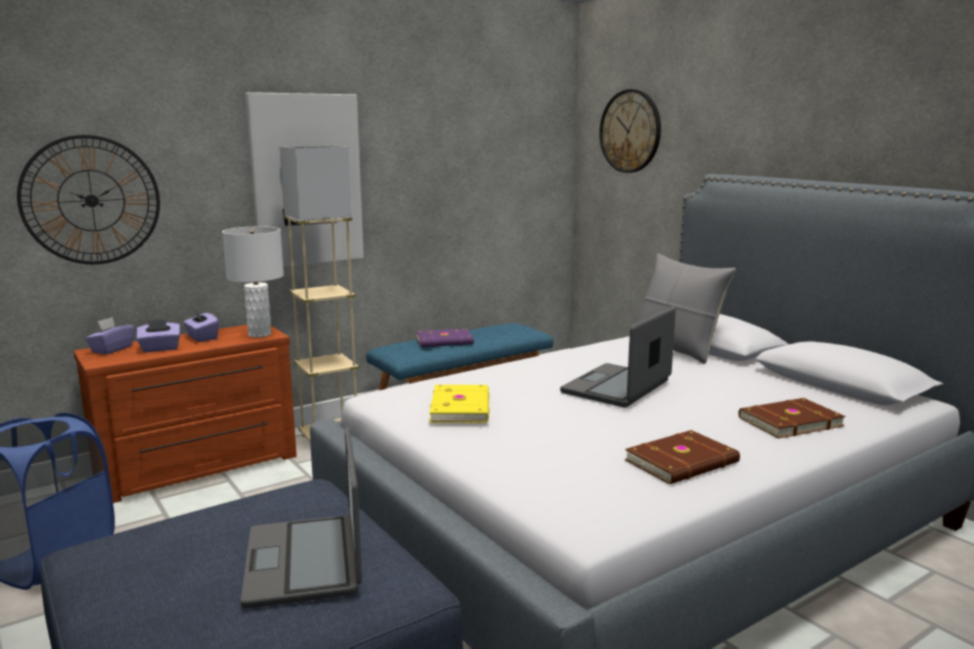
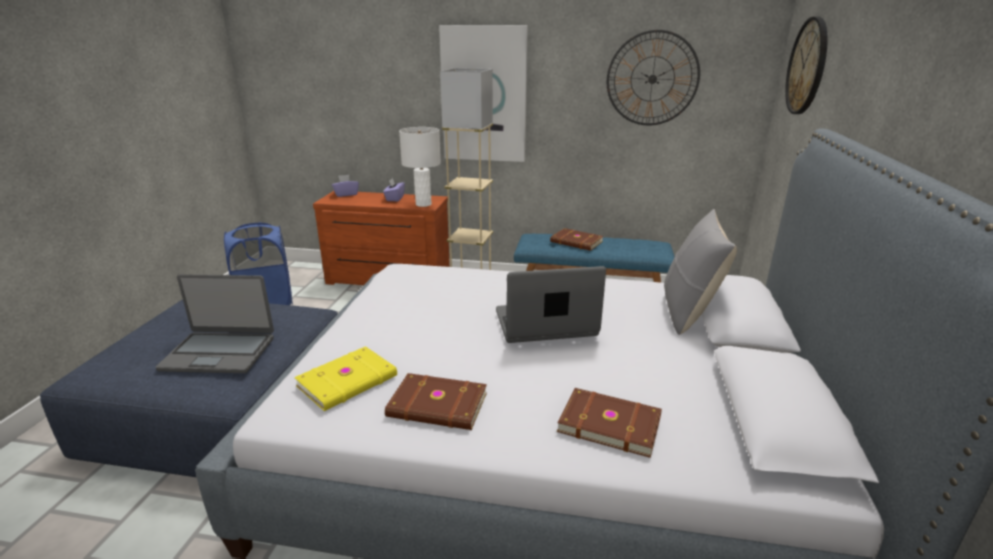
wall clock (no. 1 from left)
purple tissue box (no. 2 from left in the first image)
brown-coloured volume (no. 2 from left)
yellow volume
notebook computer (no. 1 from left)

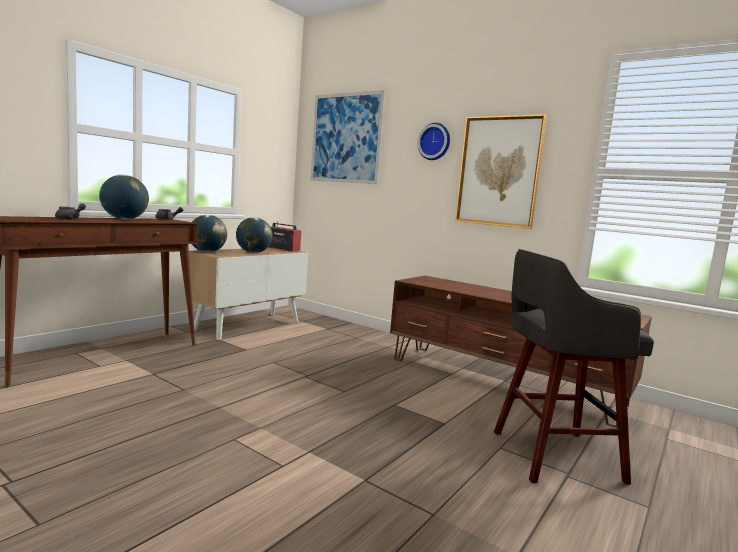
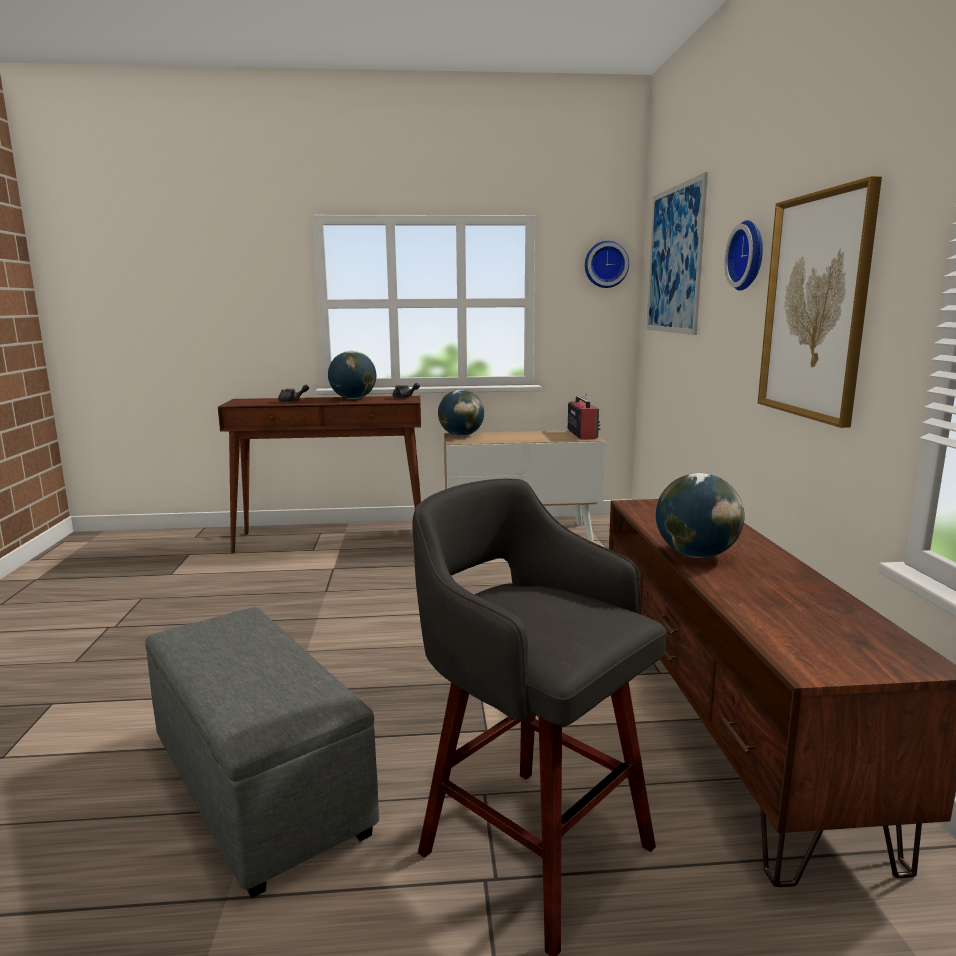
globe (no. 3 from left)
wall clock (no. 1 from left)
grey ottoman

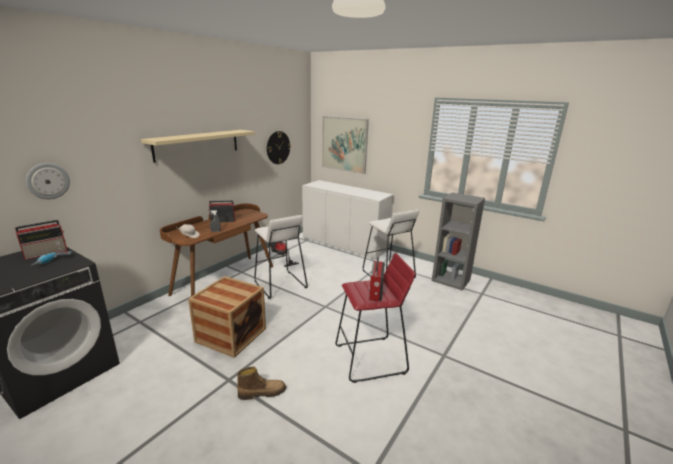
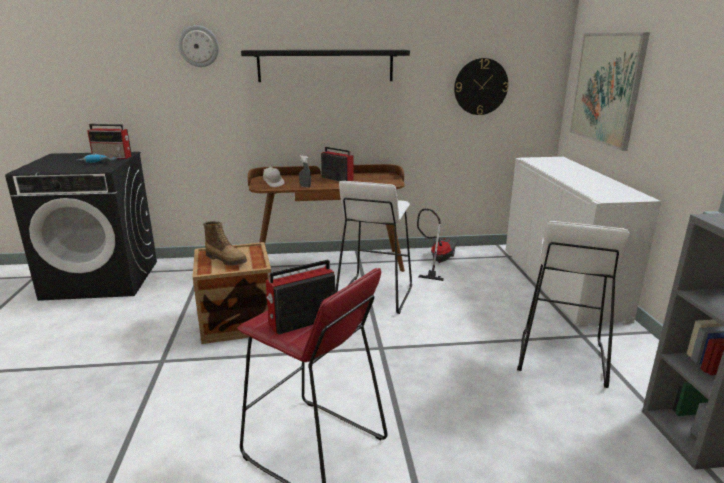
black-coloured wall shelf
wall clock (no. 1 from left)
high-top boot

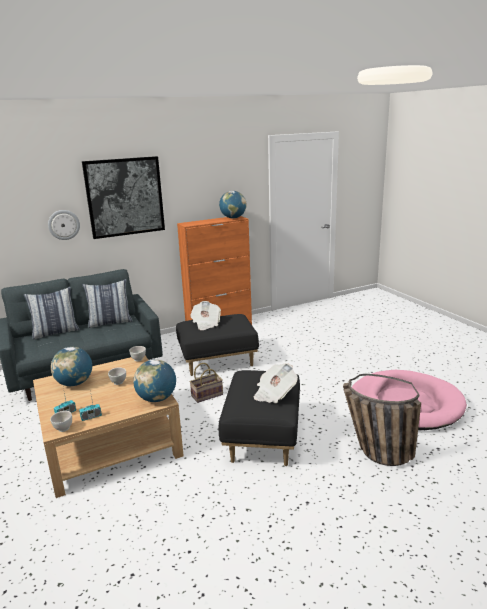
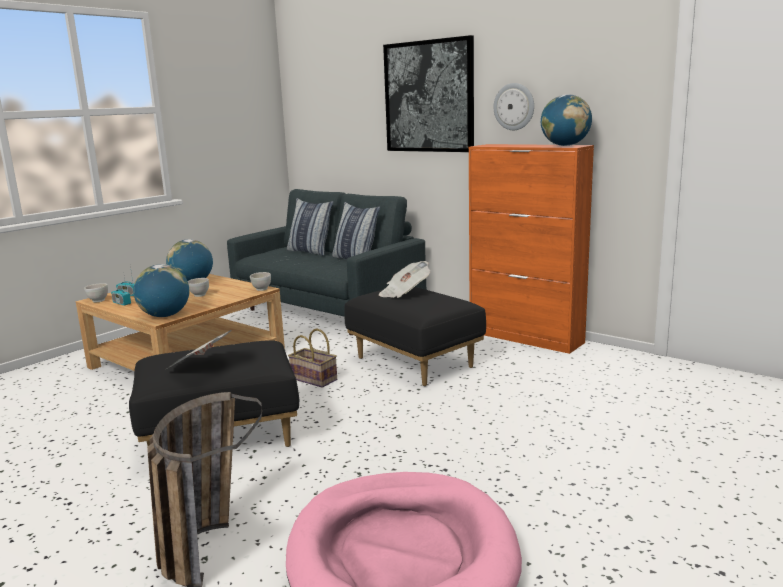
wall clock

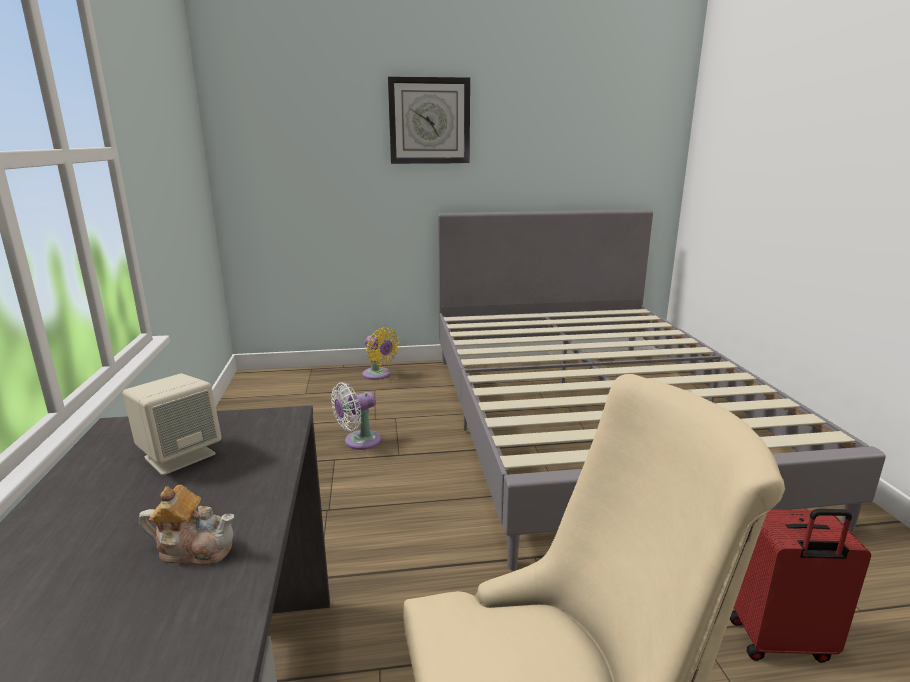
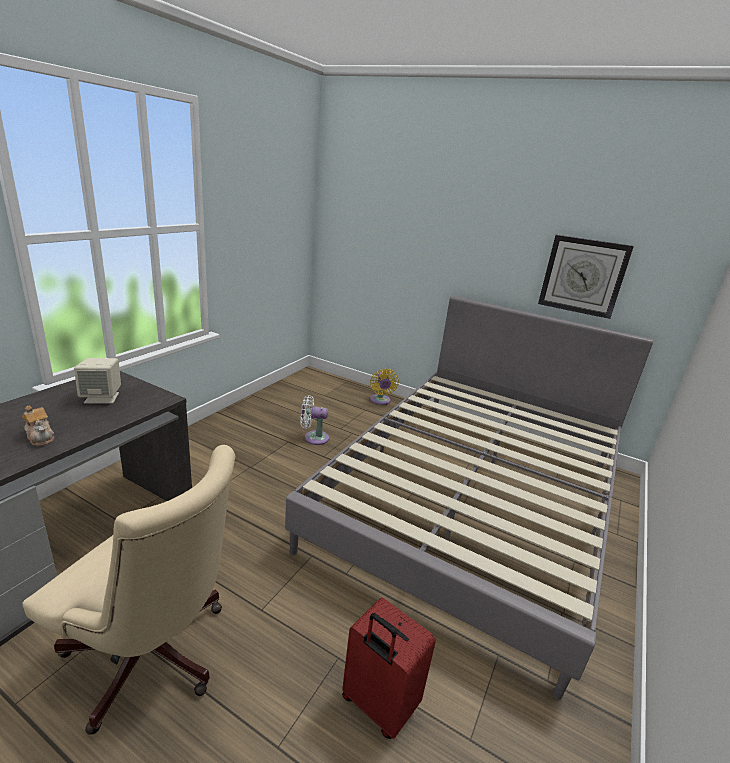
wall clock

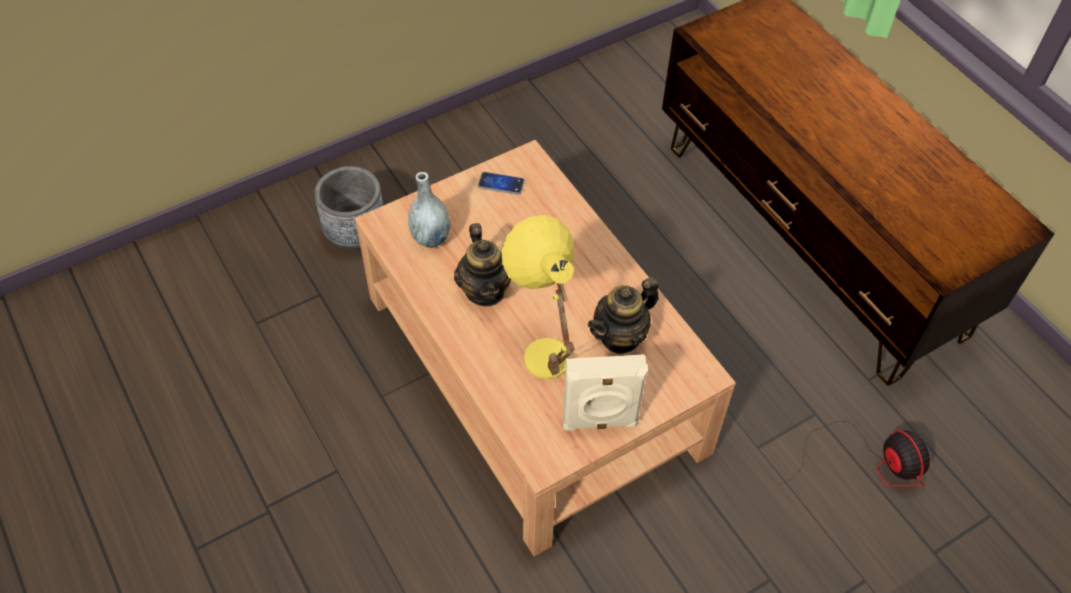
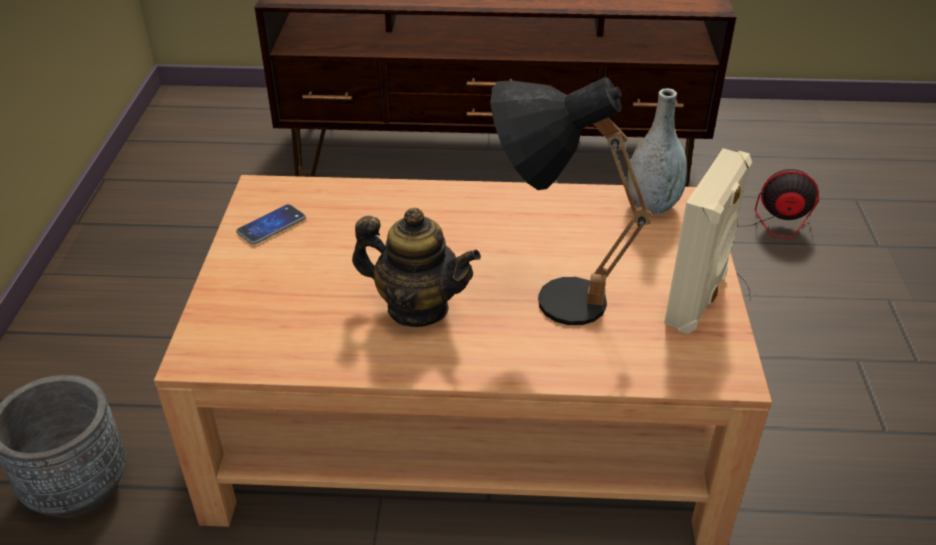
grey decorative vase
black-coloured tabletop lamp
pot for tea (no. 2 from left in the first image)

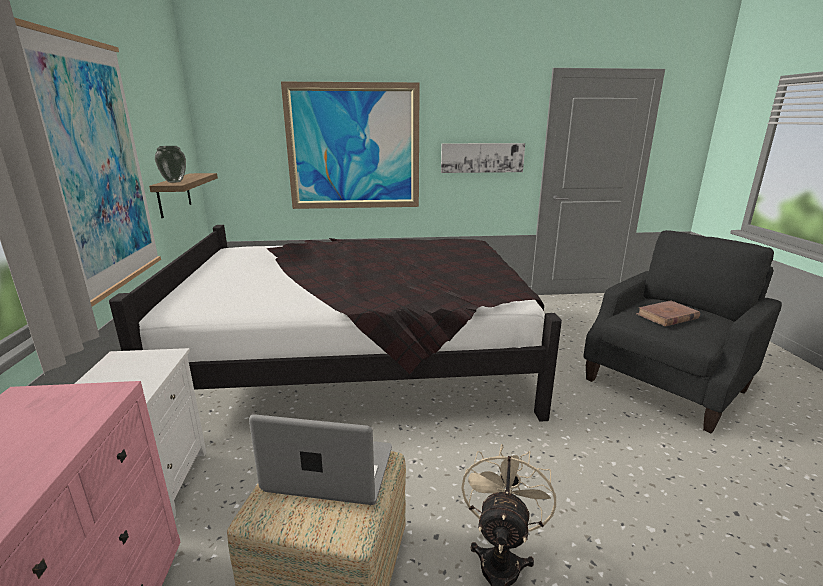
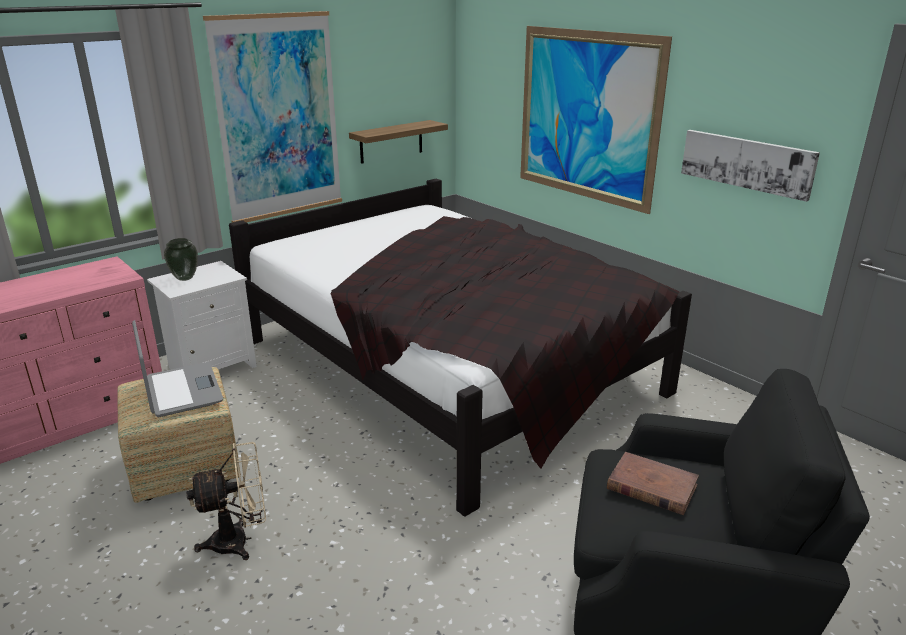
decorative vase

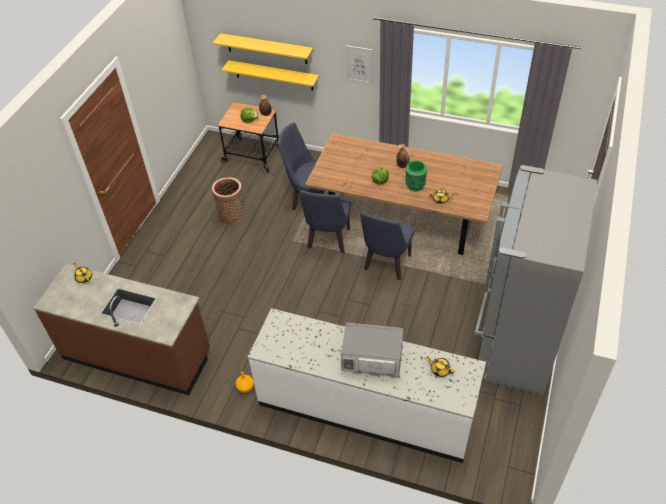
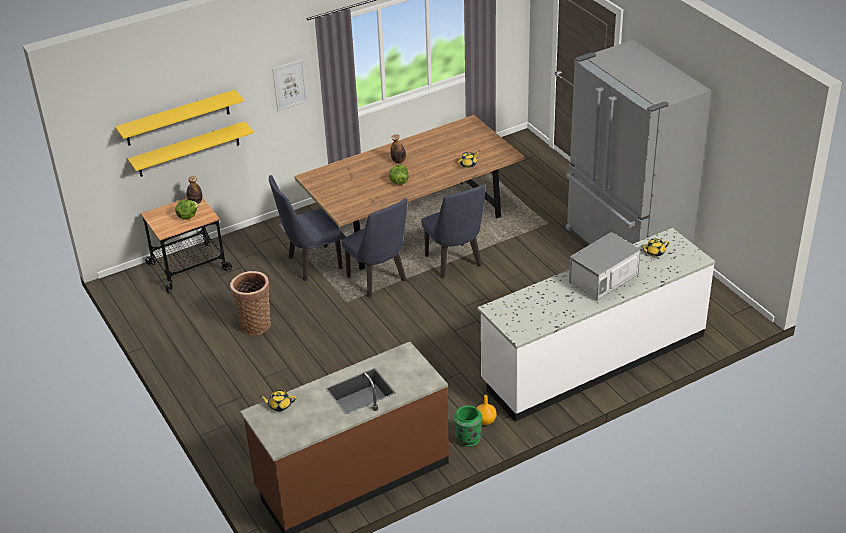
green-coloured decorative vase

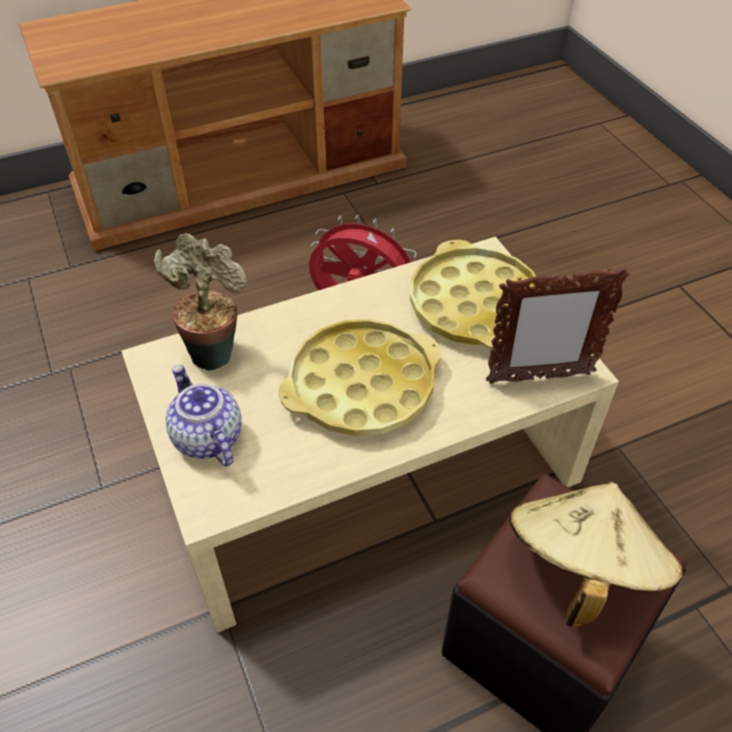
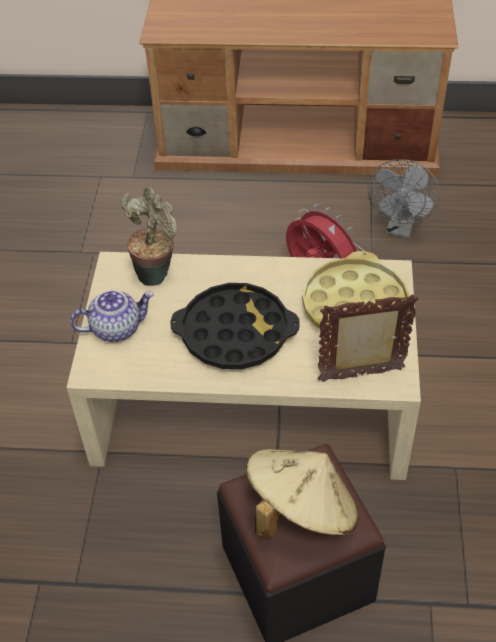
standing frame
black-coloured serving tray
pot for tea
grey cooling fan

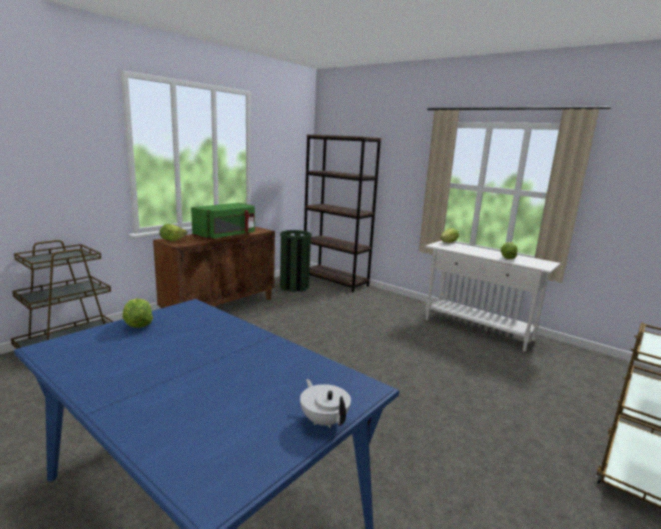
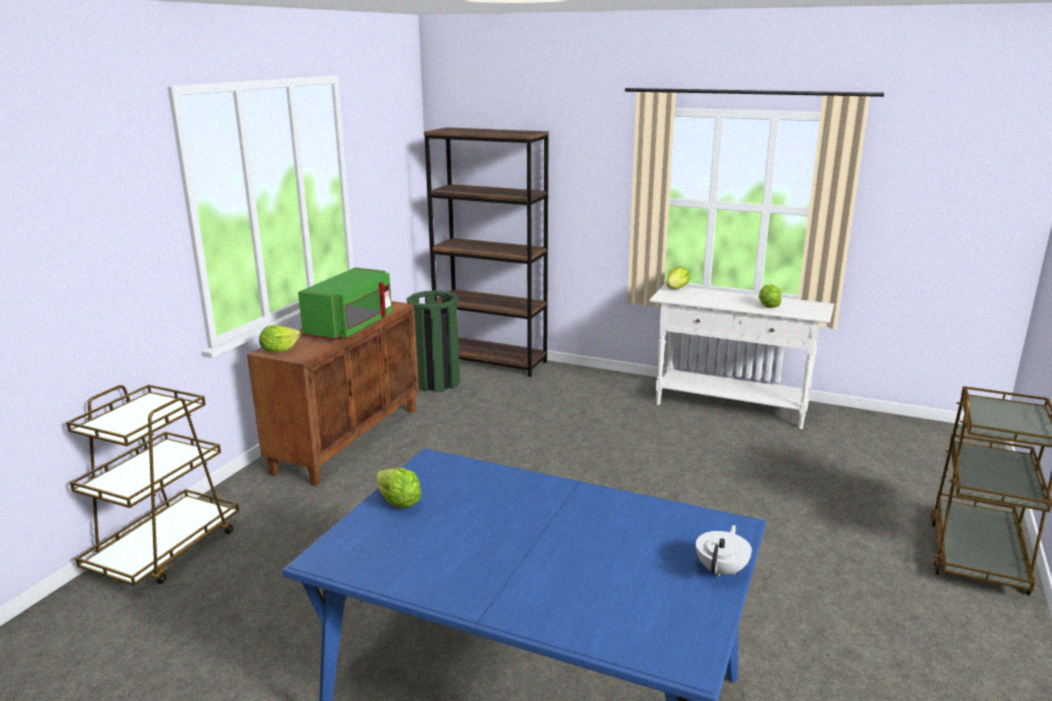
white-coloured pot for tea

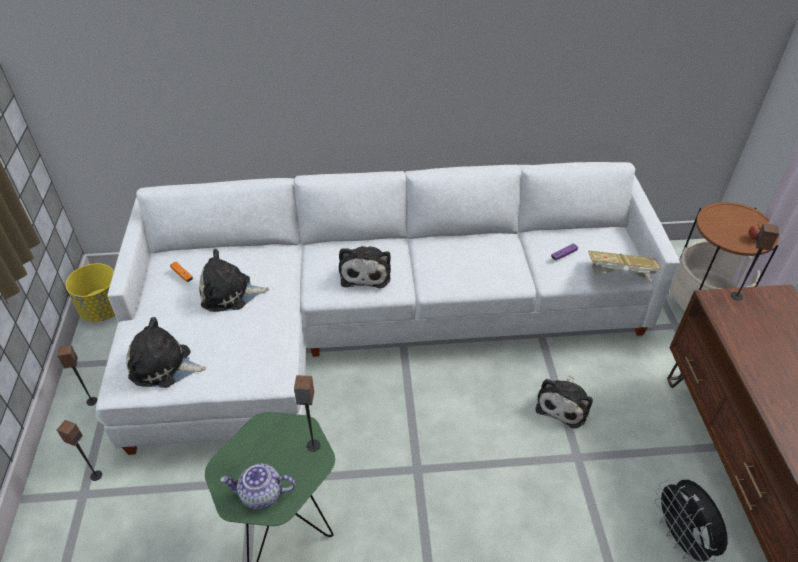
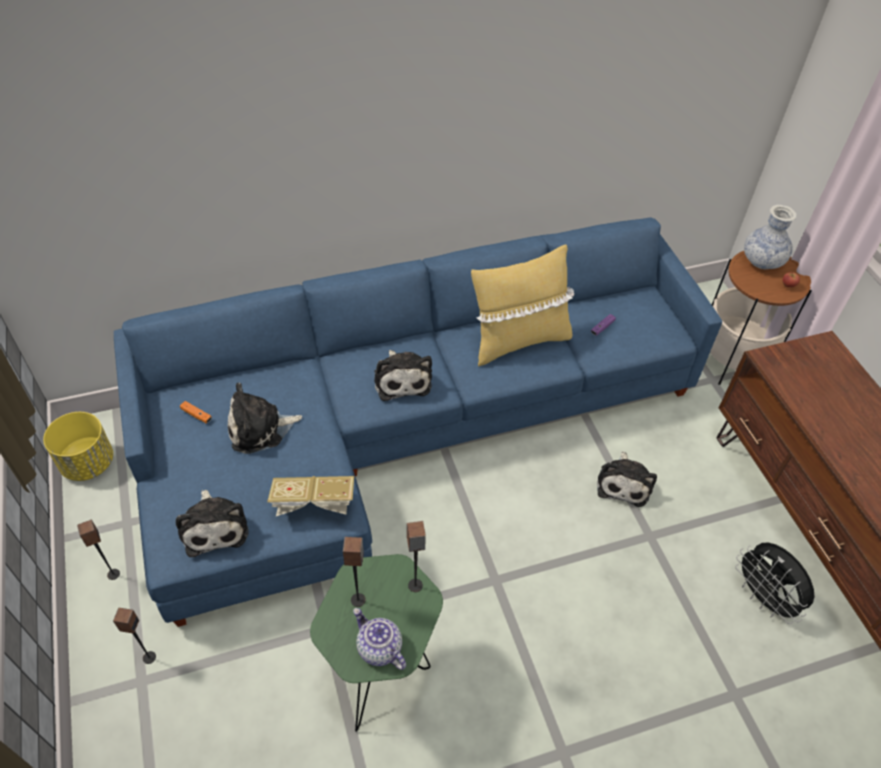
bluish sofa
loudspeaker (no. 3 from left)
volume
cuddly toy (no. 1 from left)
pot for tea
decorative vase
yellow pillow

